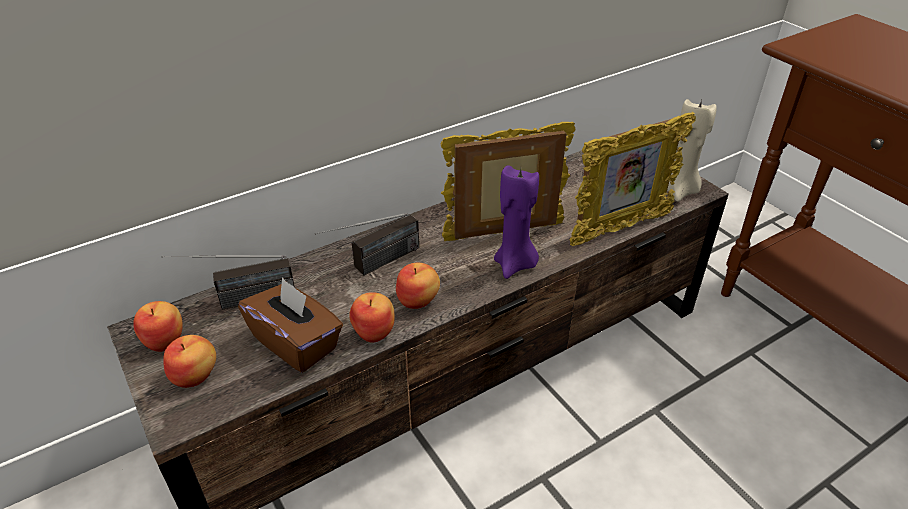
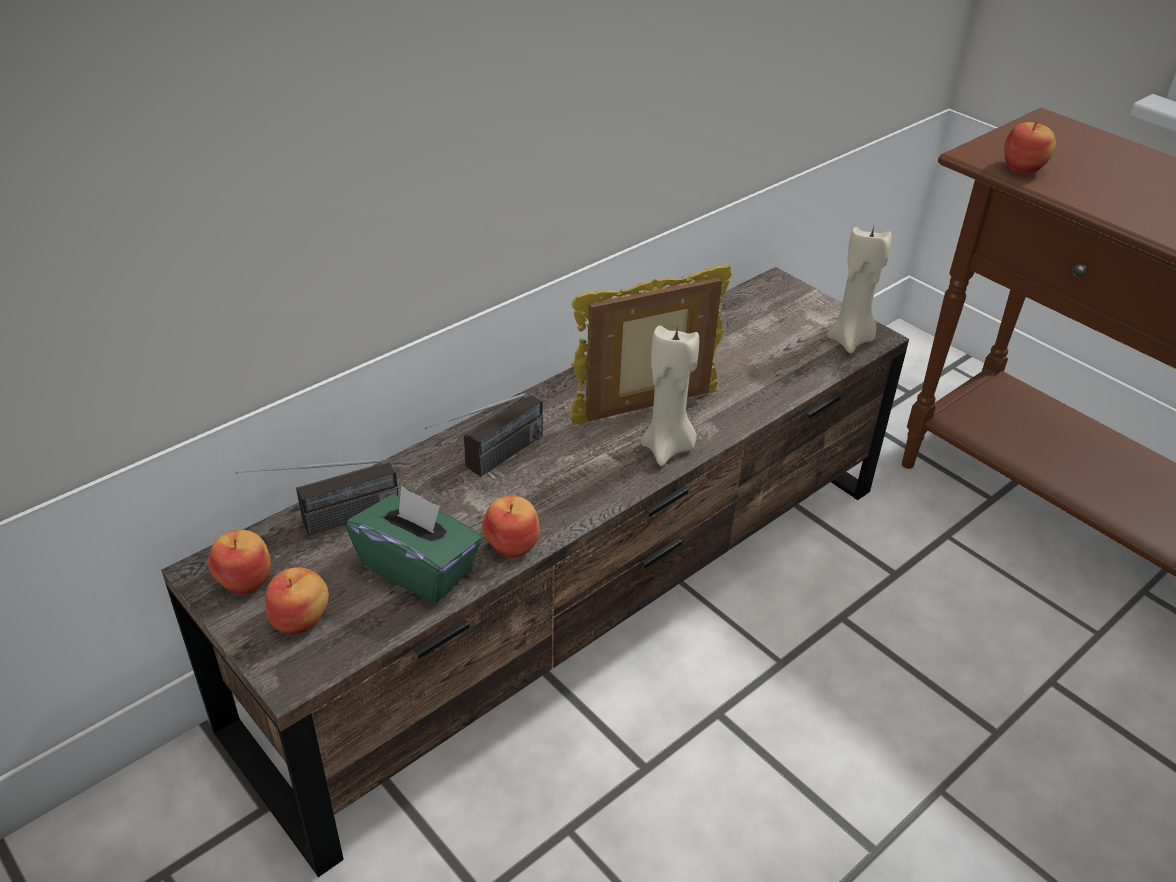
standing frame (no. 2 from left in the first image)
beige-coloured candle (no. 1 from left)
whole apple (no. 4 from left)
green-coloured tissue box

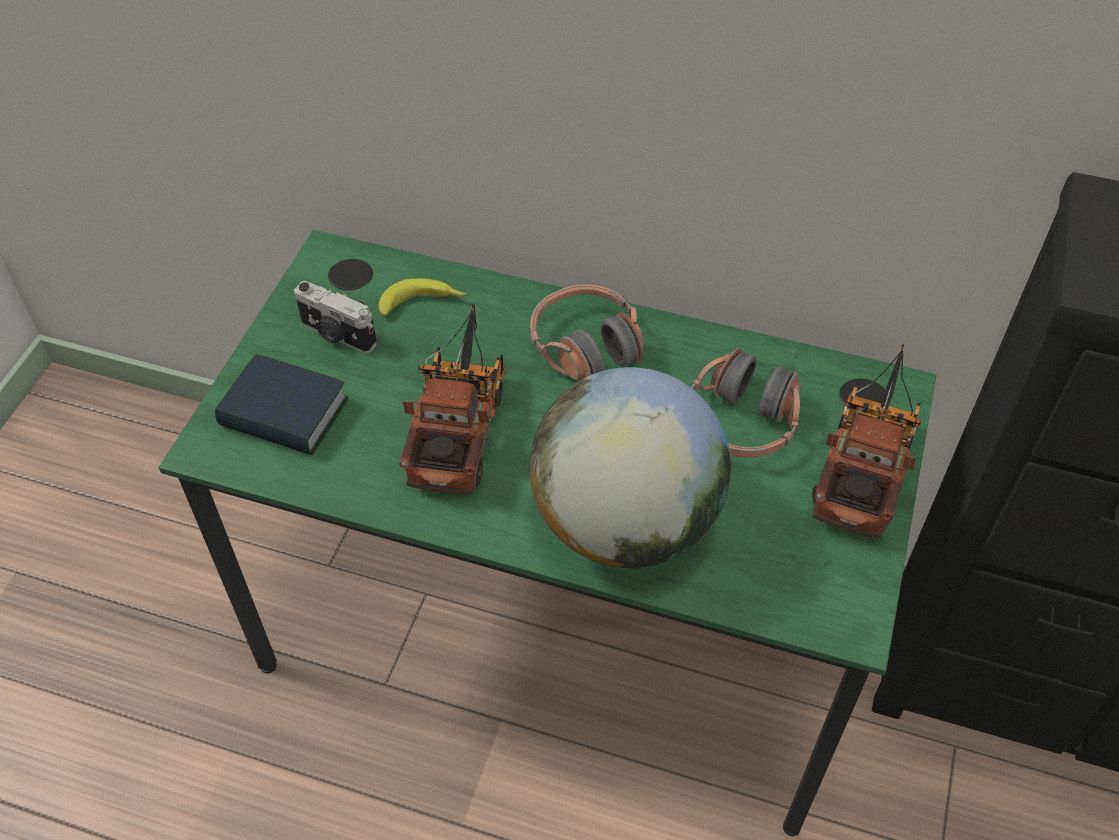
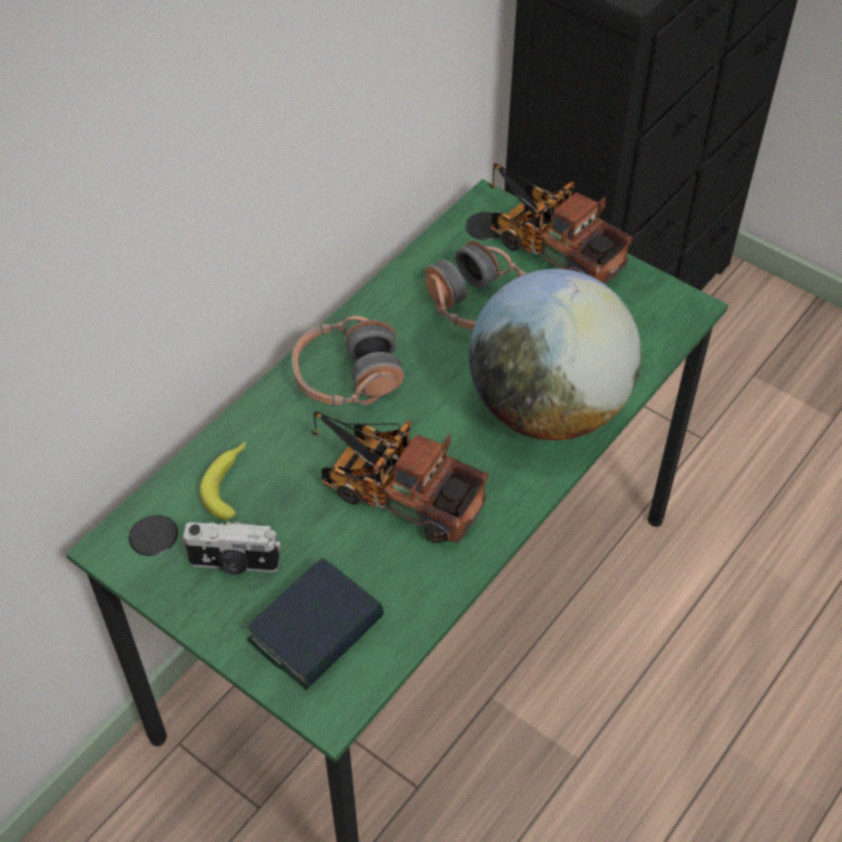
still camera

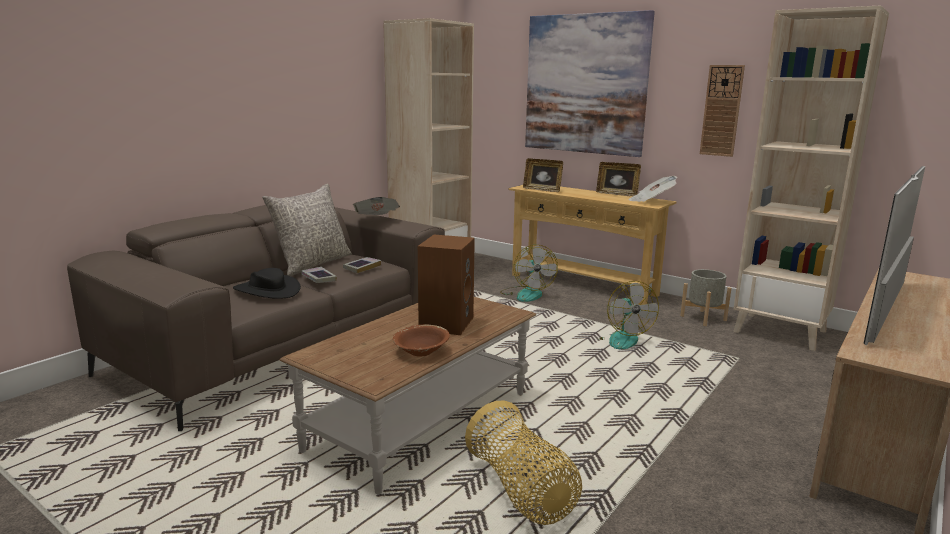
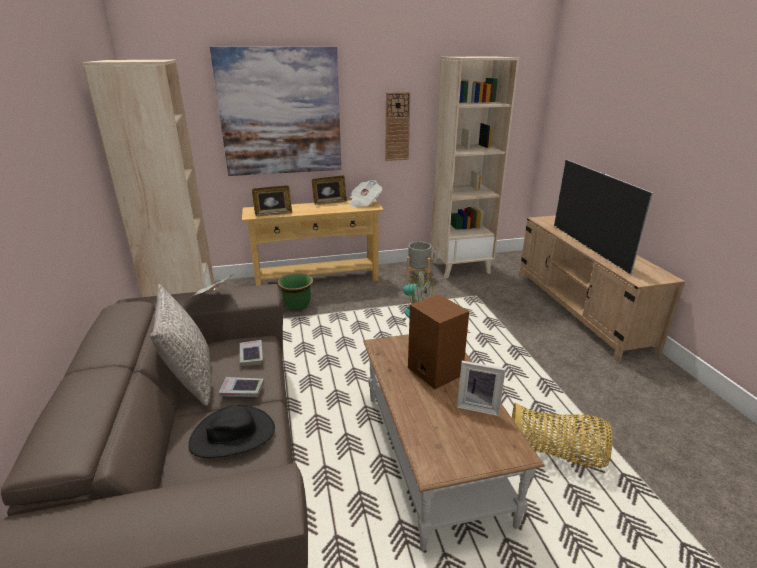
green-coloured planter
standing frame (no. 3 from left)

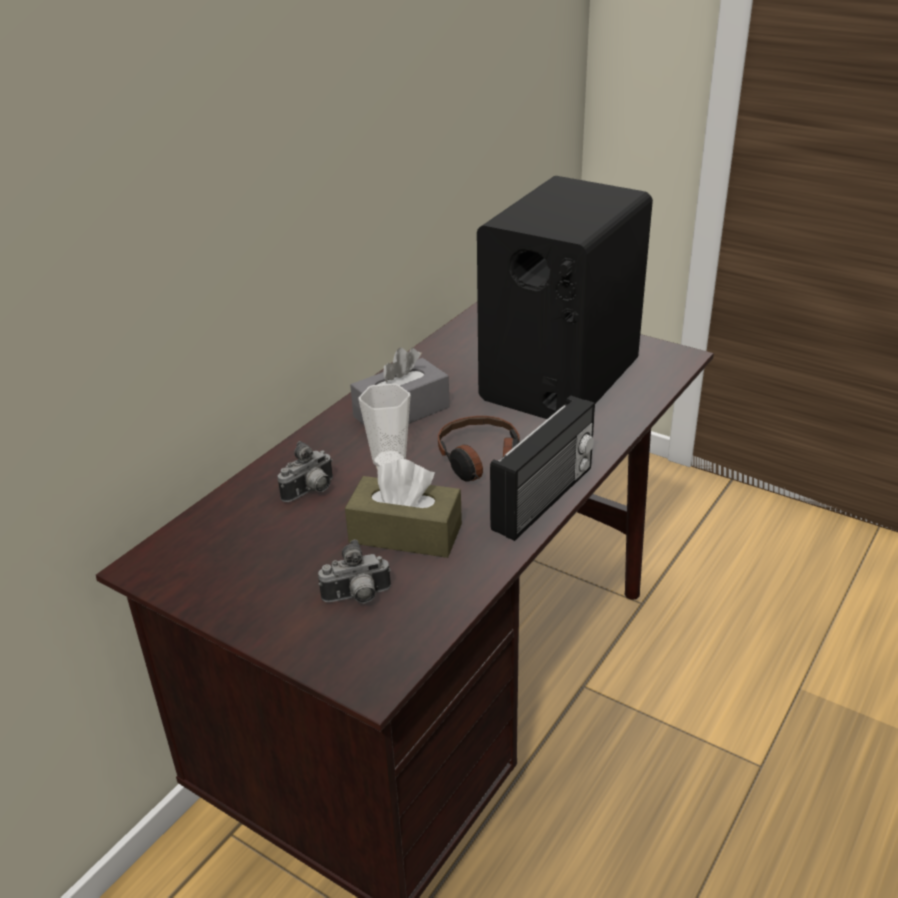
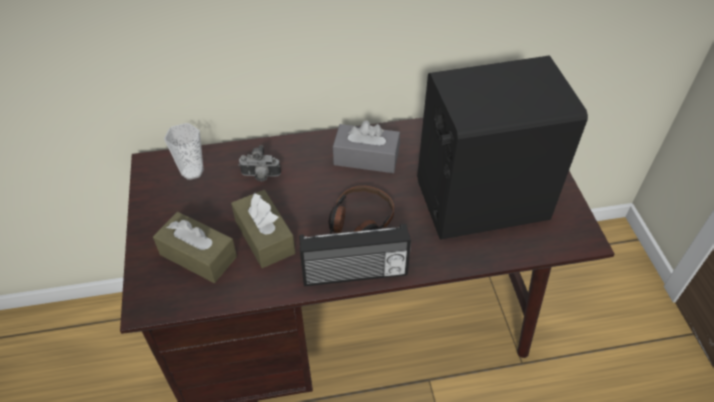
drinking cup
brown-coloured tissue box (no. 1 from left)

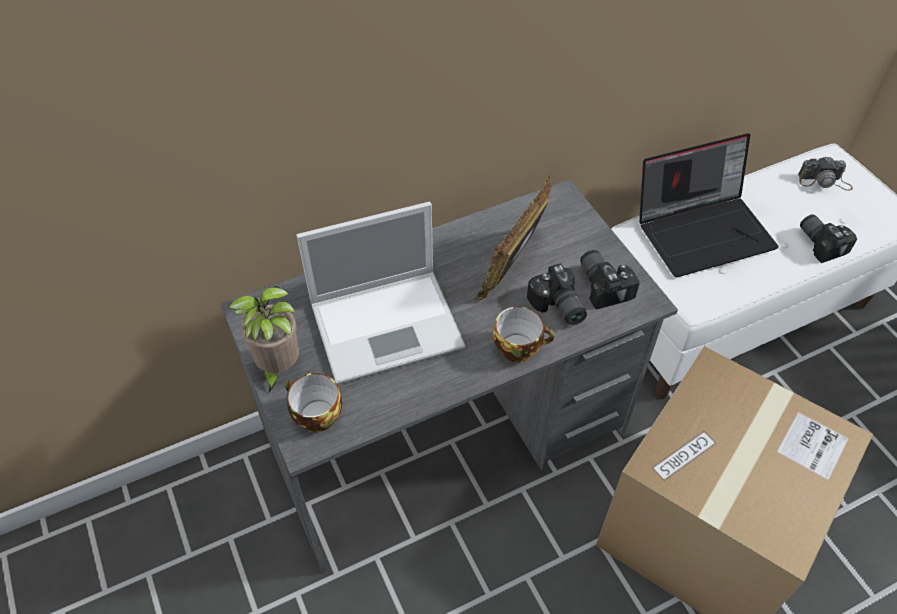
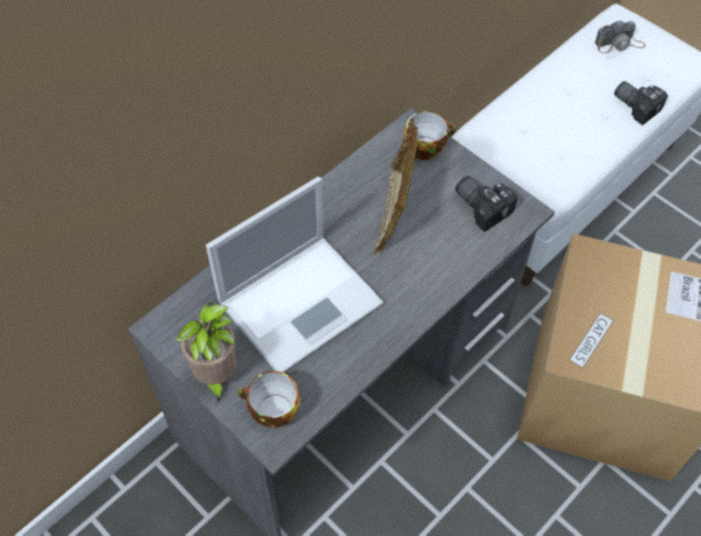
notebook computer (no. 2 from left in the first image)
still camera (no. 1 from left in the first image)
drinking cup (no. 2 from left)

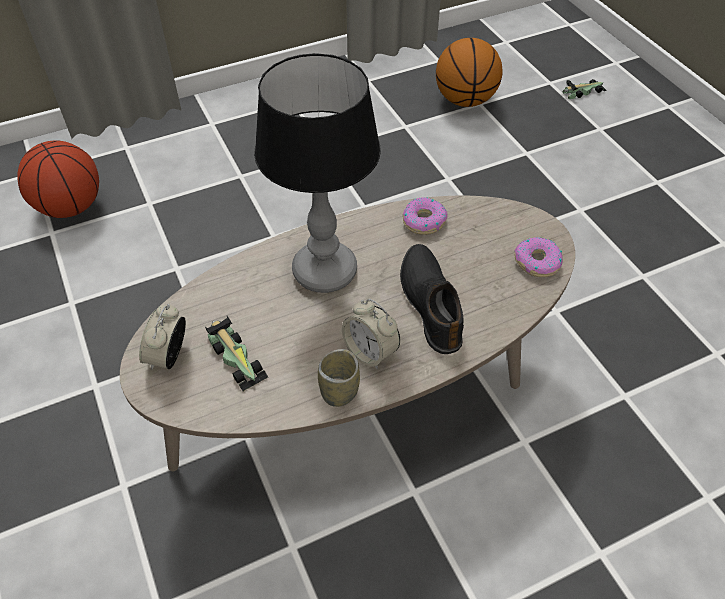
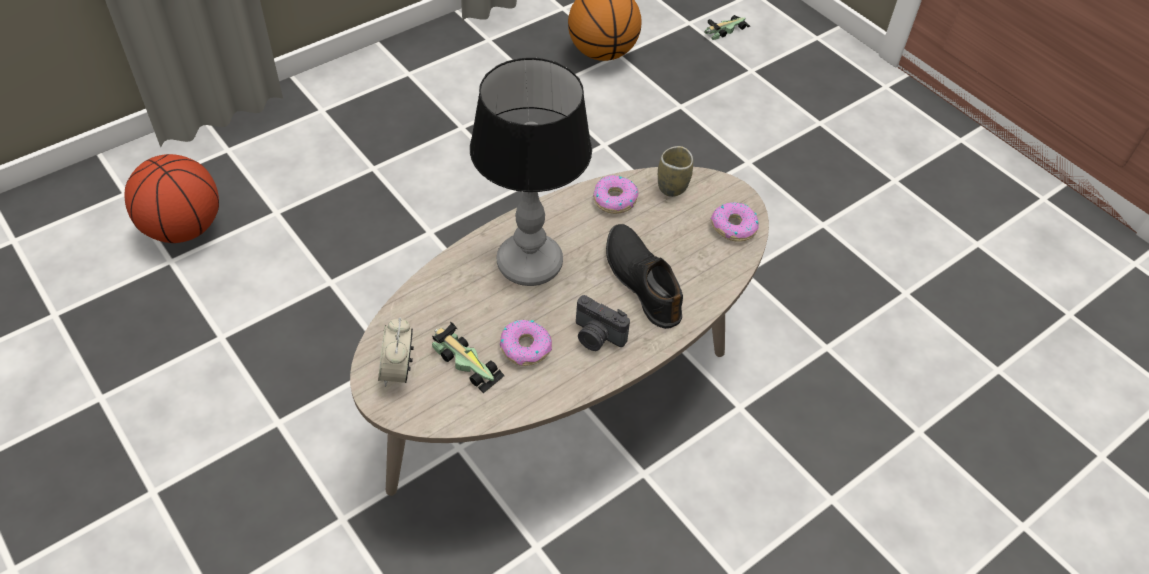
still camera
drinking cup
ring doughnut (no. 1 from left)

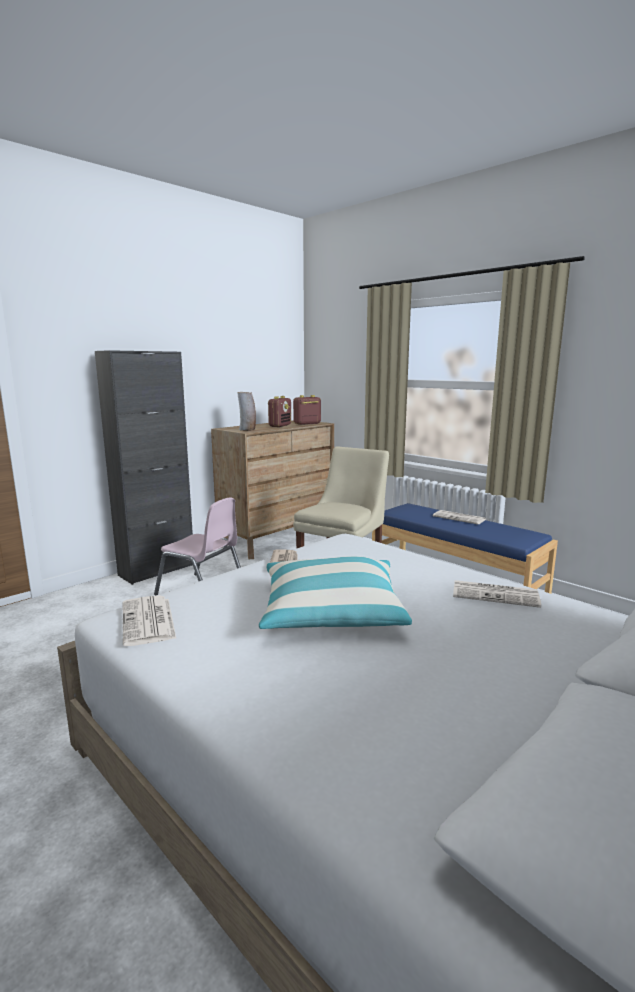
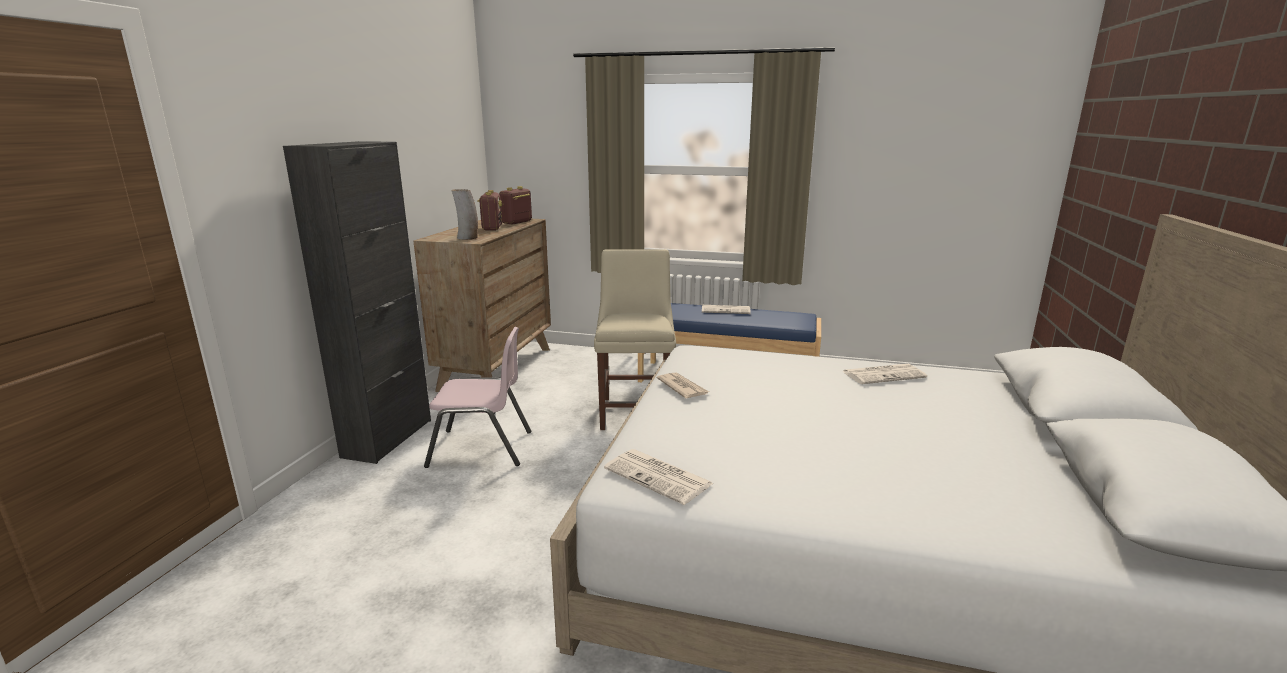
pillow

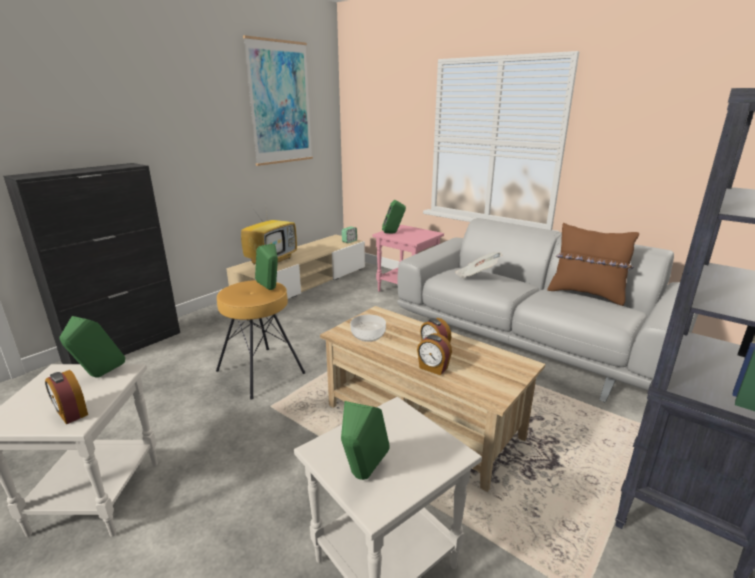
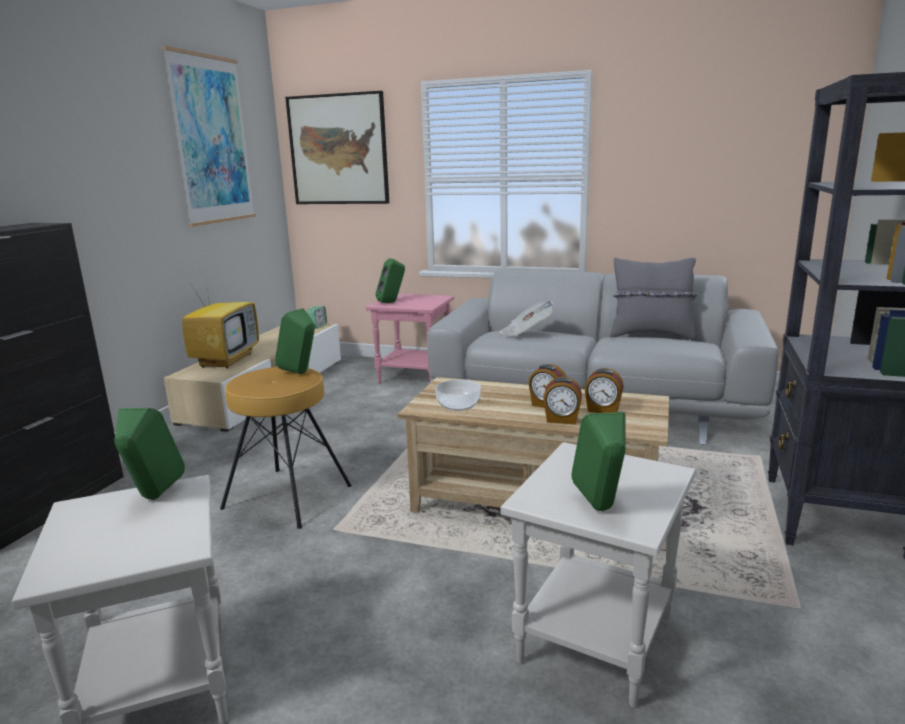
grey pillow
table clock (no. 4 from left)
picture (no. 2 from left)

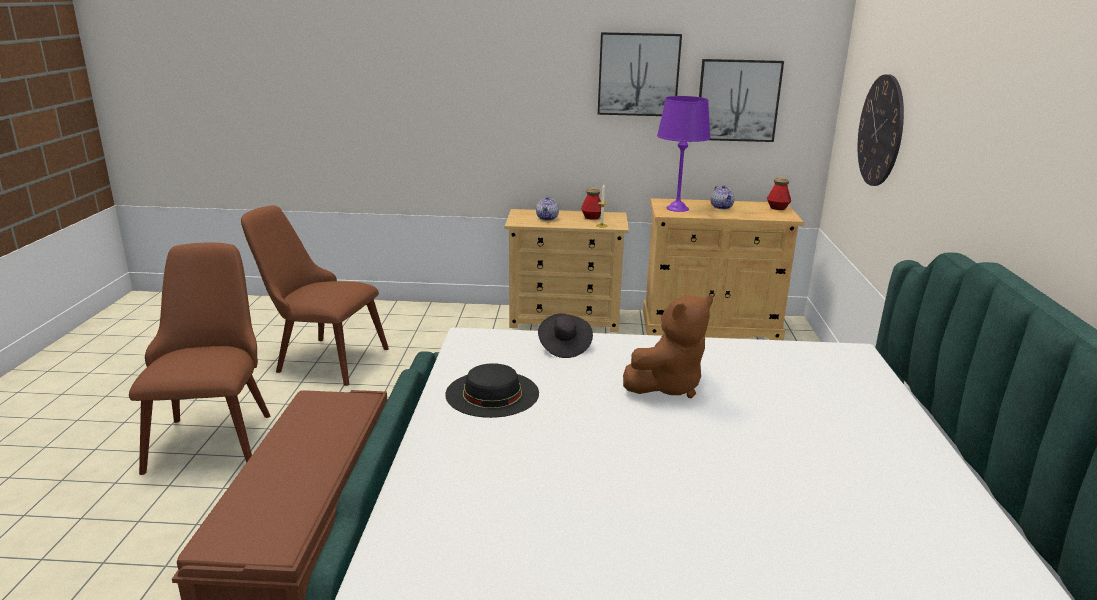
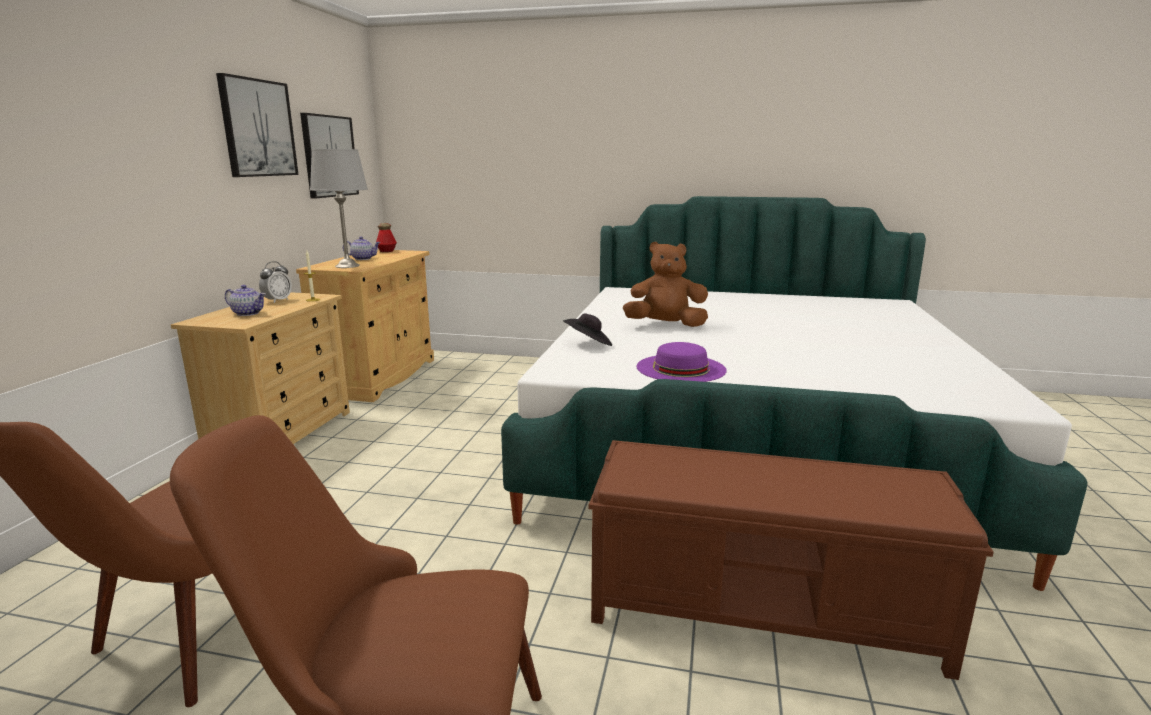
wall clock
grey tabletop lamp
table clock
brown-coloured cuddly toy
purple wearable hat

